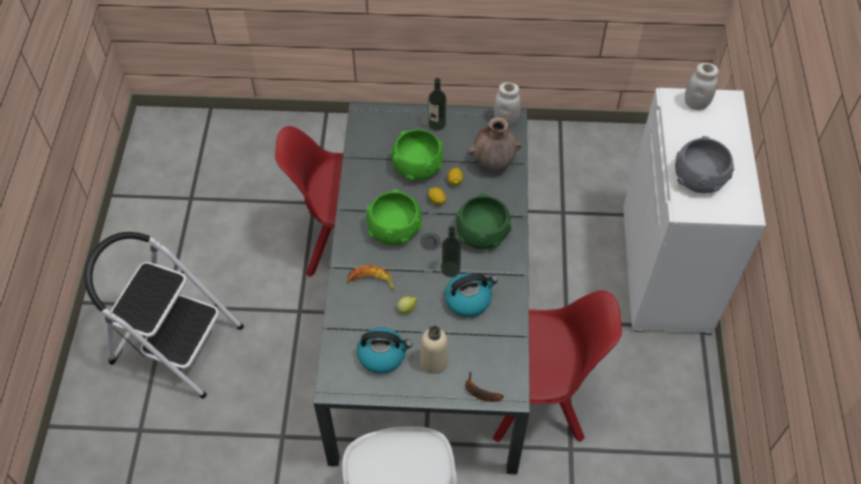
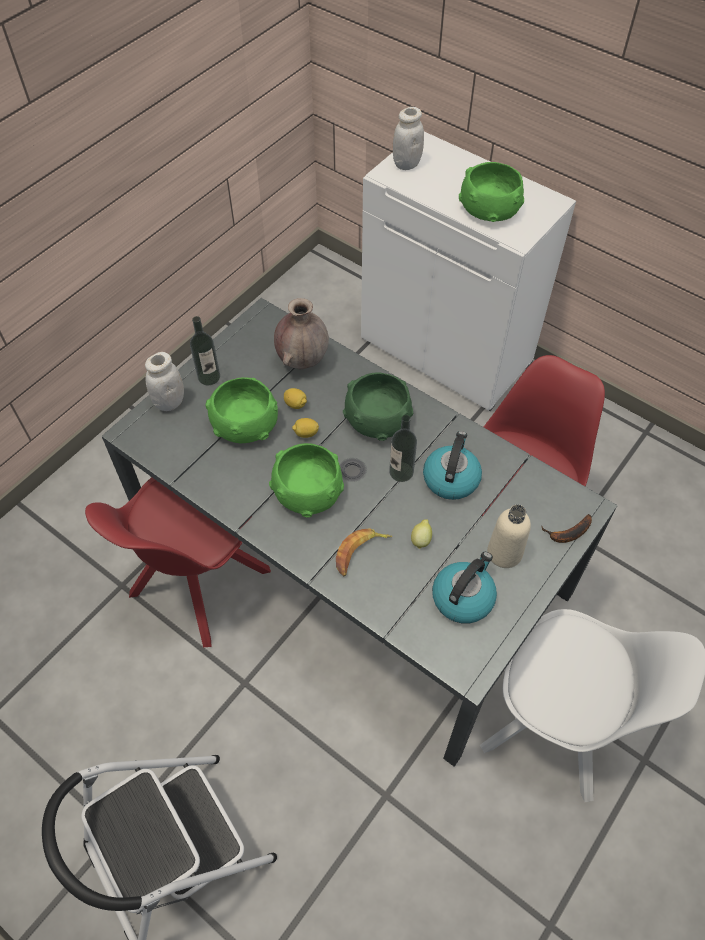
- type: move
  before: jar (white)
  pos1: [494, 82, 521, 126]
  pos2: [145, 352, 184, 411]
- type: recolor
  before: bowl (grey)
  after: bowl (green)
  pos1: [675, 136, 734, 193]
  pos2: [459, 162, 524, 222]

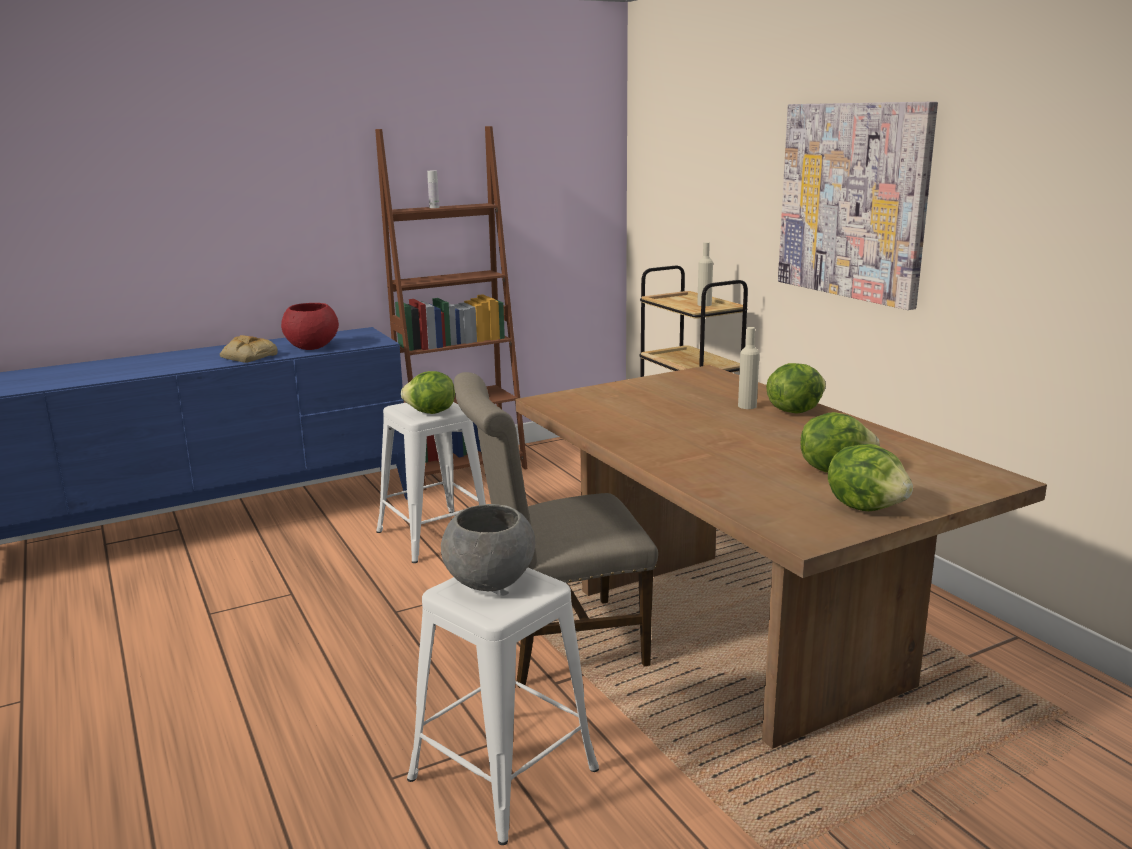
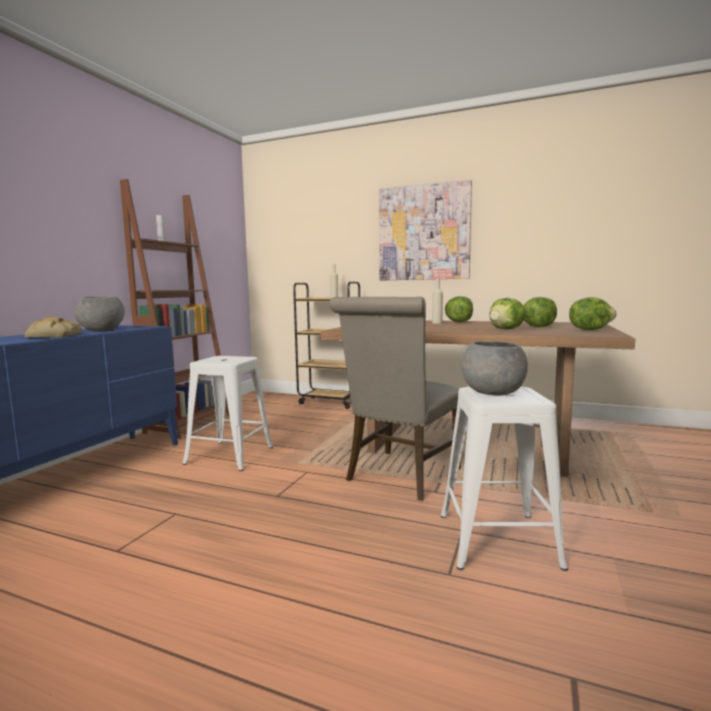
- type: recolor
  before: bowl (red)
  after: bowl (grey)
  pos1: [281, 303, 339, 350]
  pos2: [74, 296, 125, 332]
- type: move
  before: lettuce
  pos1: [401, 371, 455, 414]
  pos2: [489, 298, 526, 330]

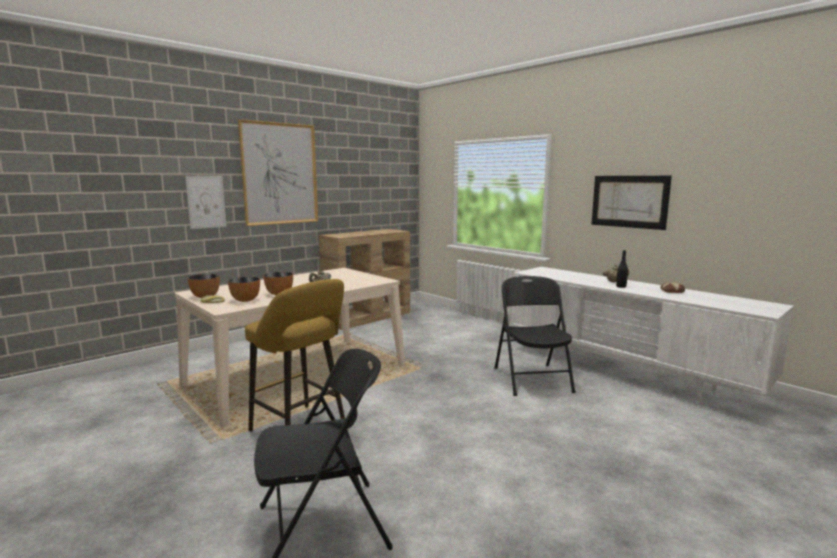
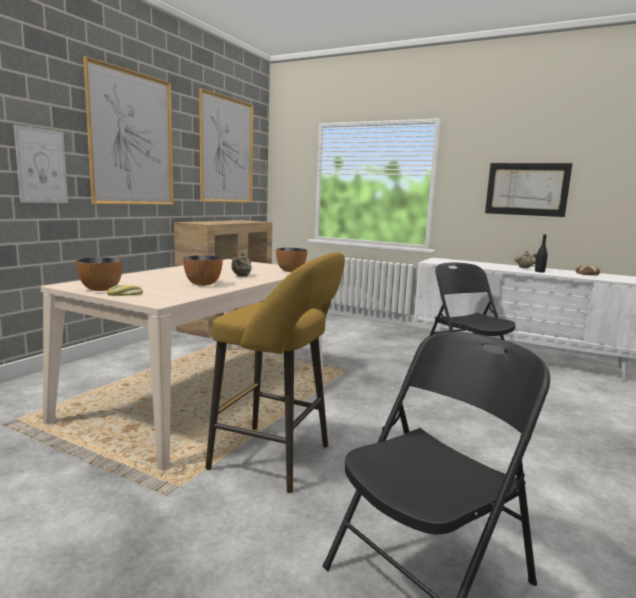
- type: move
  before: bowl
  pos1: [228, 277, 260, 302]
  pos2: [276, 248, 307, 272]
- type: insert
  after: picture
  pos2: [199, 88, 254, 203]

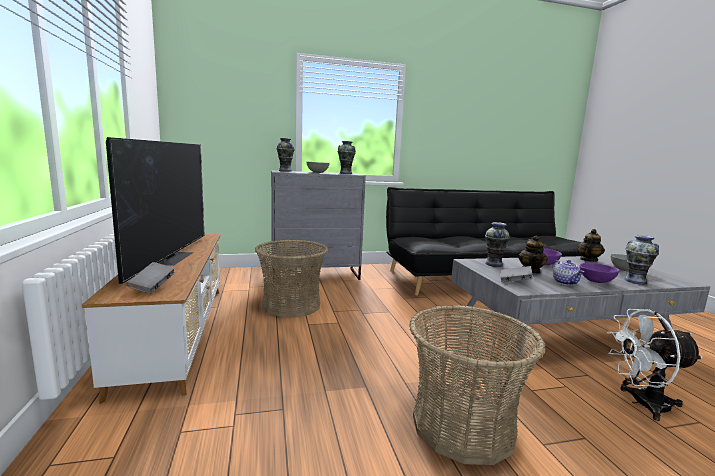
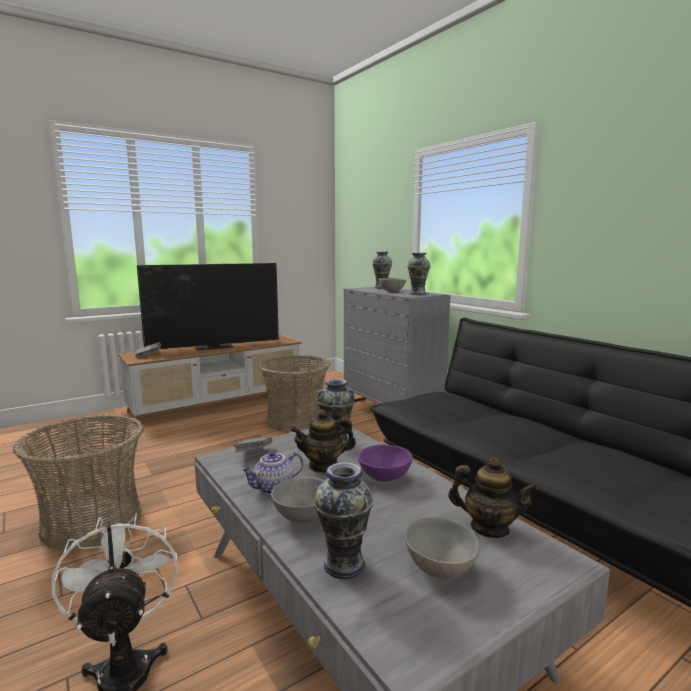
- type: recolor
  before: bowl (purple)
  after: bowl (grey)
  pos1: [579, 263, 619, 283]
  pos2: [271, 477, 324, 523]

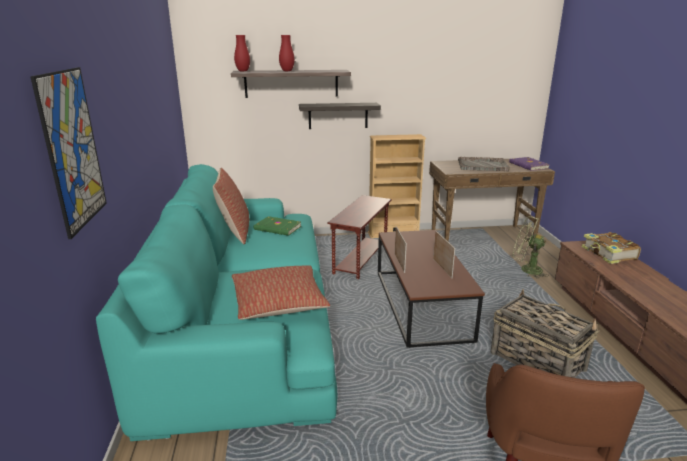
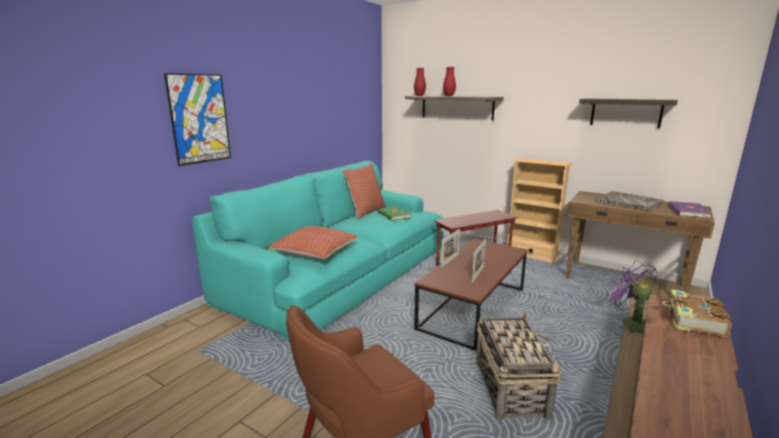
- type: move
  before: shelf
  pos1: [299, 103, 381, 129]
  pos2: [579, 99, 678, 128]
- type: recolor
  before: fan (green)
  after: fan (purple)
  pos1: [513, 216, 548, 278]
  pos2: [607, 261, 657, 334]

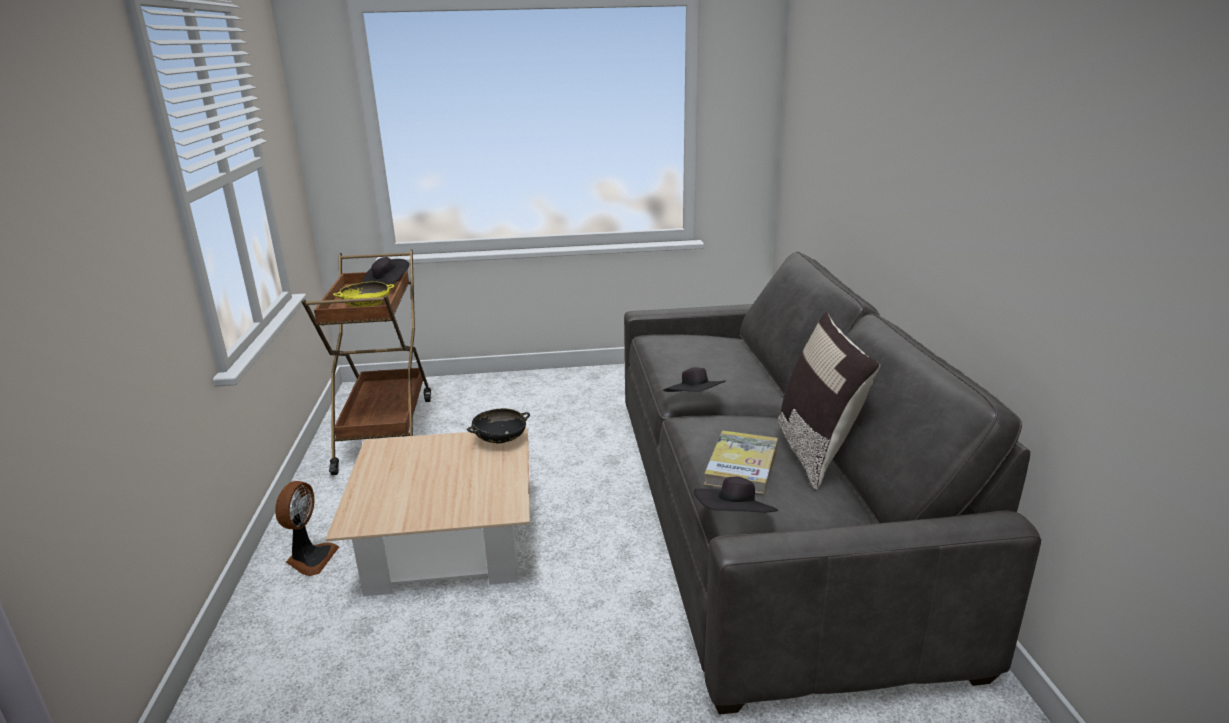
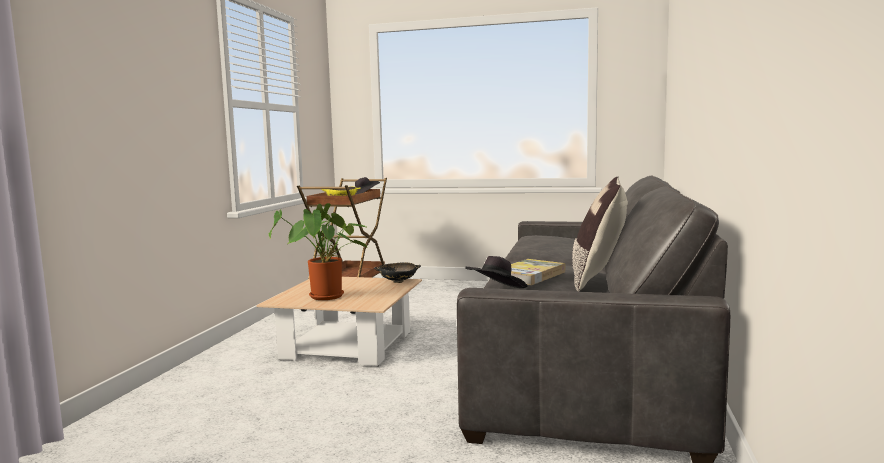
- type: delete
  before: hat (black)
  pos1: [663, 367, 726, 392]
- type: delete
  before: fan
  pos1: [275, 481, 339, 576]
- type: insert
  after: potted plant
  pos2: [269, 203, 369, 300]

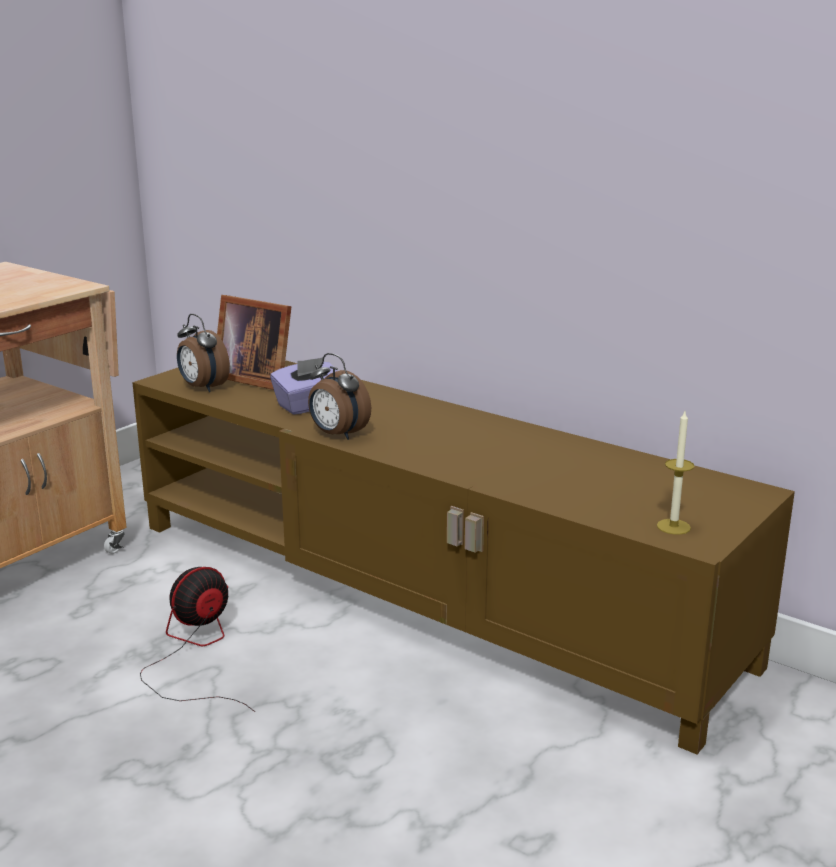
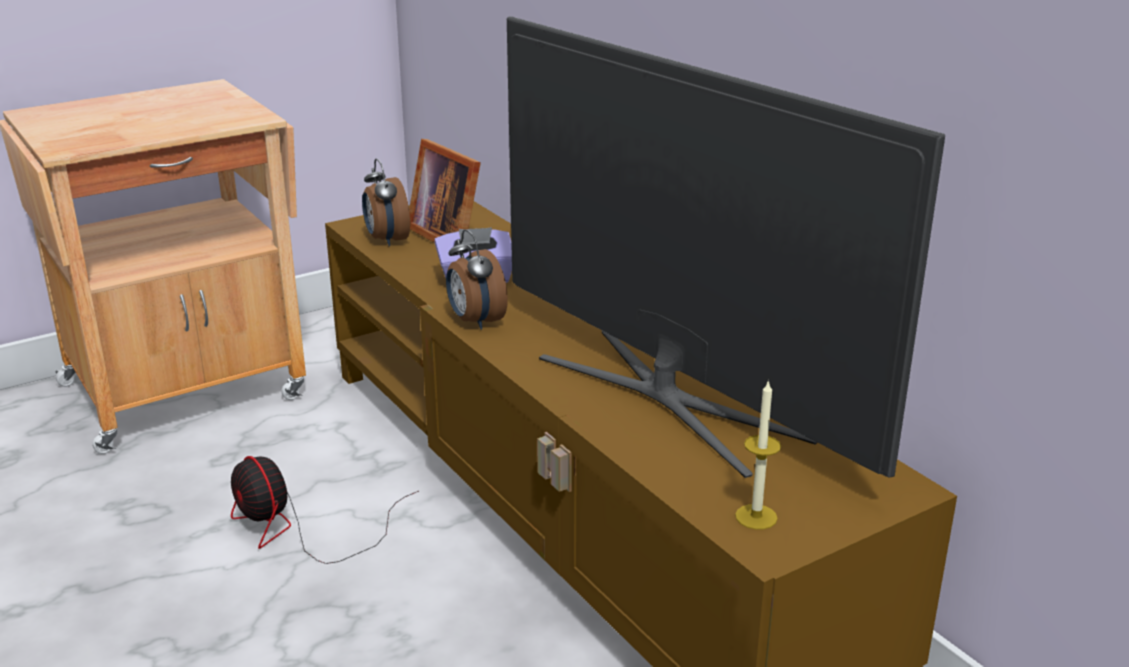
- type: rotate
  before: fan
  pos1: [140, 567, 255, 712]
  pos2: [231, 456, 419, 564]
  turn: -105
- type: insert
  after: television
  pos2: [507, 16, 945, 478]

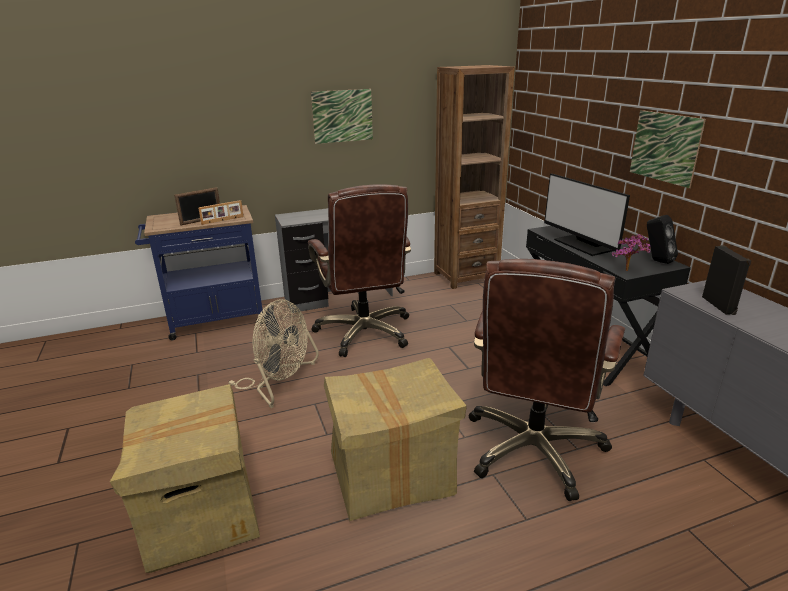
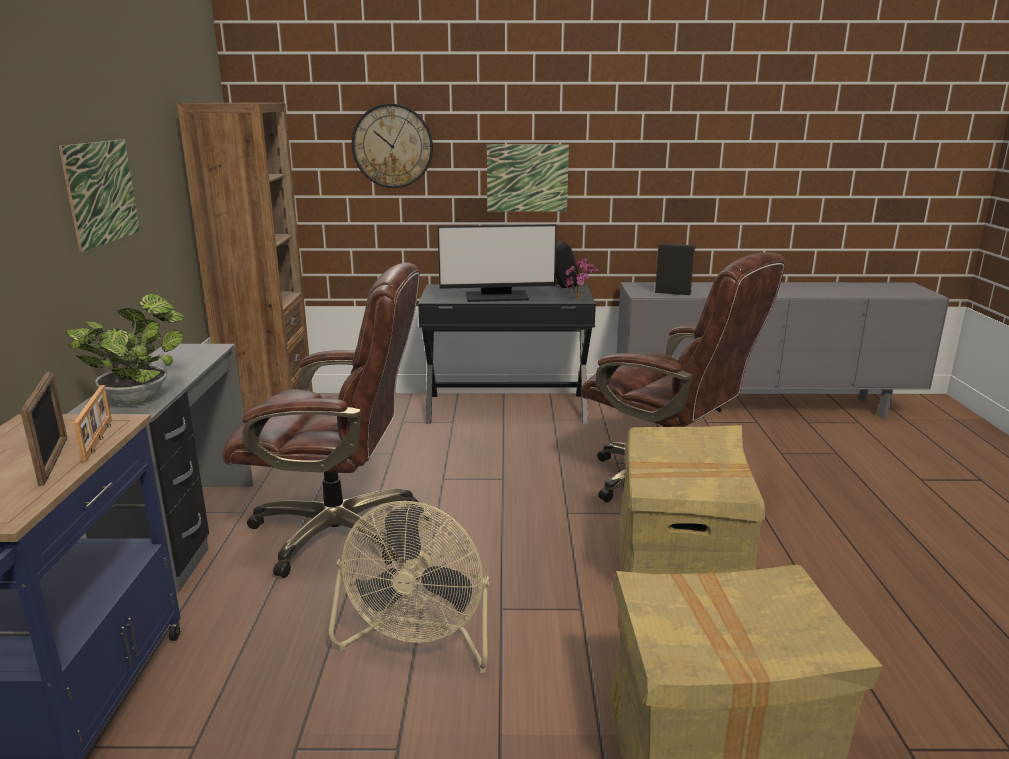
- type: rotate
  before: fan (beige)
  pos1: [229, 299, 319, 408]
  pos2: [328, 500, 489, 674]
  turn: 150
- type: insert
  after: wall clock
  pos2: [352, 103, 433, 188]
- type: insert
  after: potted plant
  pos2: [67, 294, 185, 405]

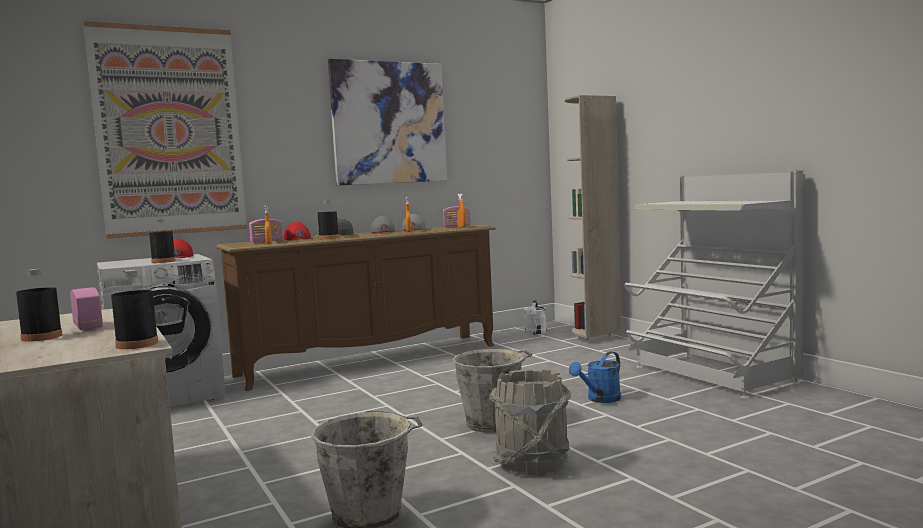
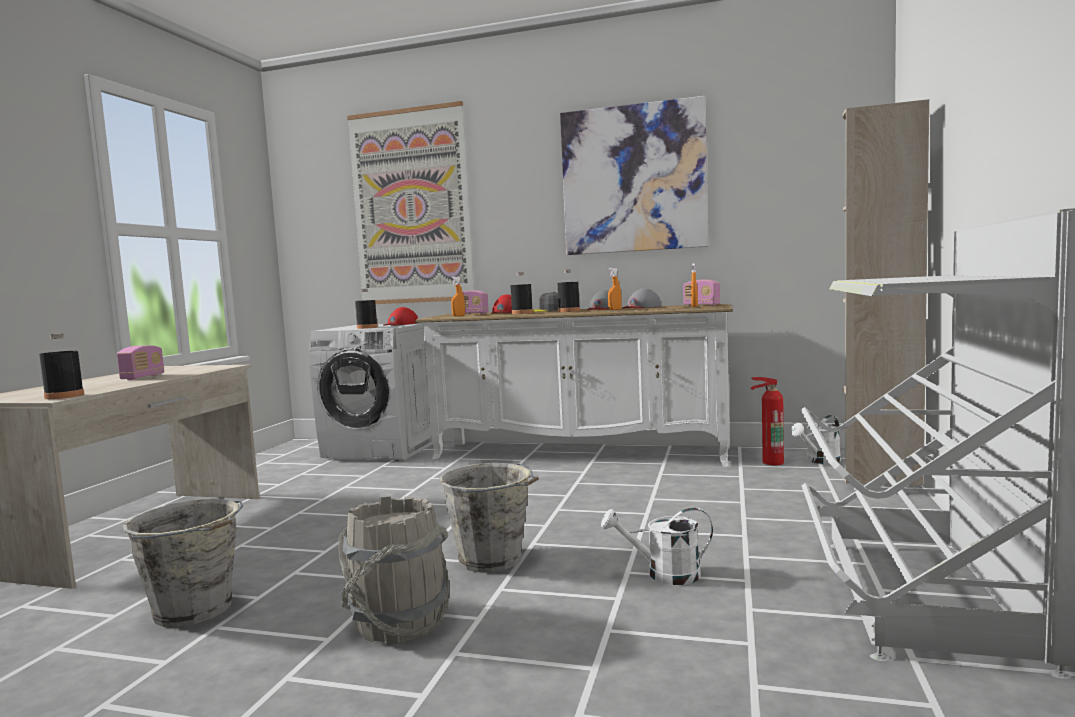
- type: recolor
  before: cabinet (brown)
  after: cabinet (white)
  pos1: [216, 225, 496, 391]
  pos2: [415, 304, 733, 467]
- type: move
  before: bottle (black)
  pos1: [16, 269, 63, 342]
  pos2: [558, 269, 580, 312]
- type: recolor
  before: watering can (blue)
  after: watering can (white)
  pos1: [569, 352, 621, 403]
  pos2: [601, 508, 713, 585]
- type: insert
  after: fire extinguisher
  pos2: [750, 377, 784, 465]

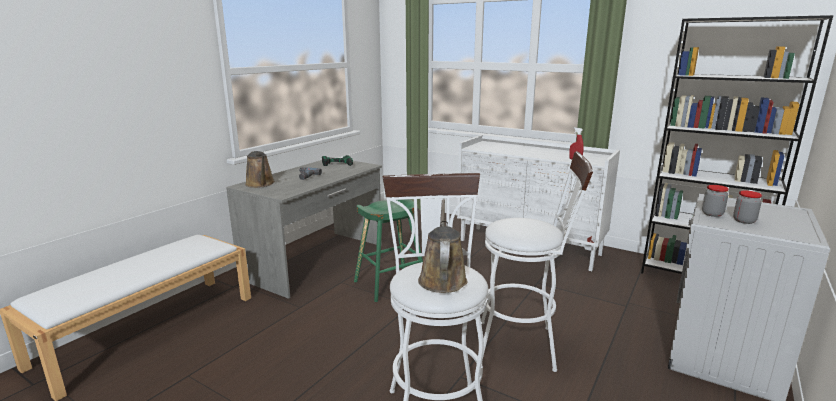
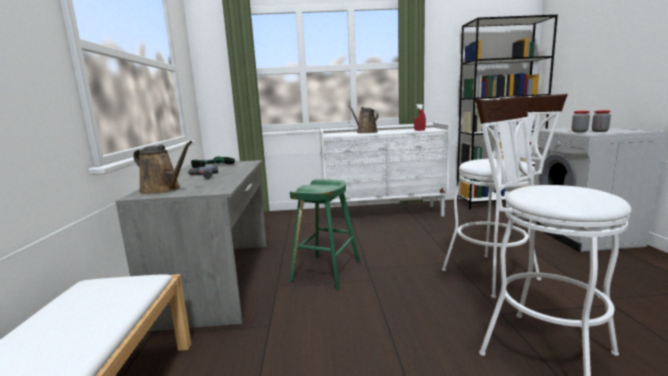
- type: move
  before: watering can (brown)
  pos1: [418, 199, 467, 293]
  pos2: [349, 105, 379, 133]

